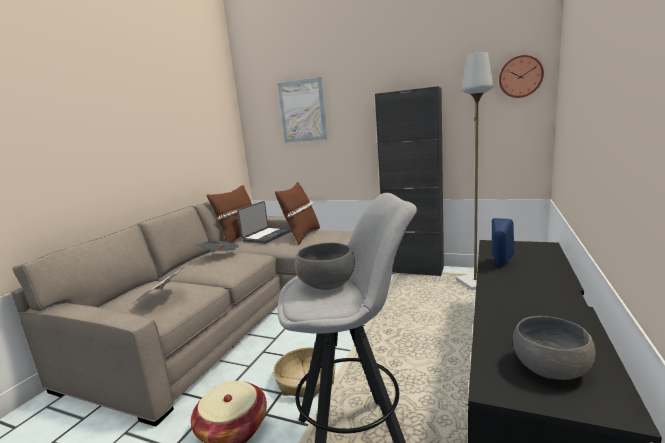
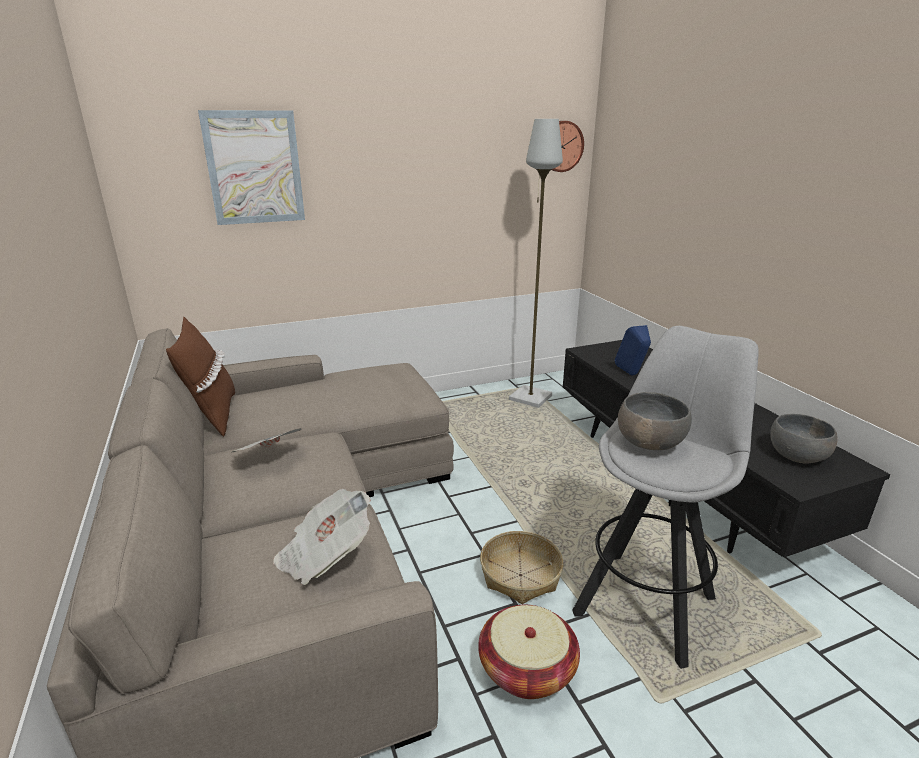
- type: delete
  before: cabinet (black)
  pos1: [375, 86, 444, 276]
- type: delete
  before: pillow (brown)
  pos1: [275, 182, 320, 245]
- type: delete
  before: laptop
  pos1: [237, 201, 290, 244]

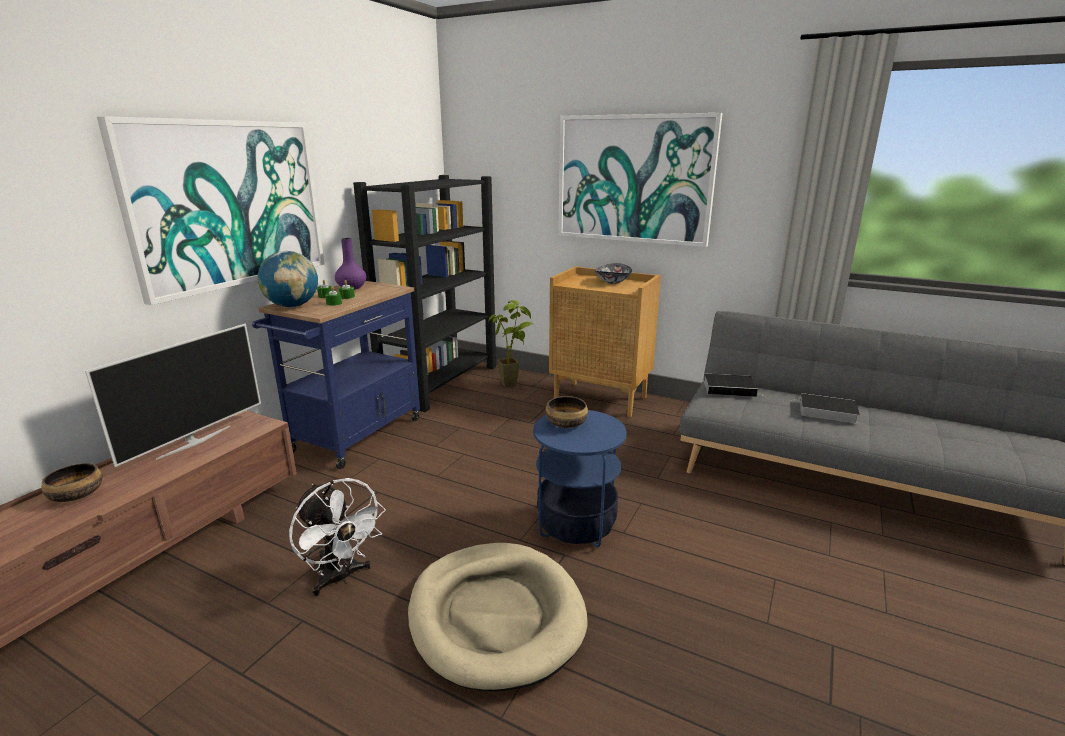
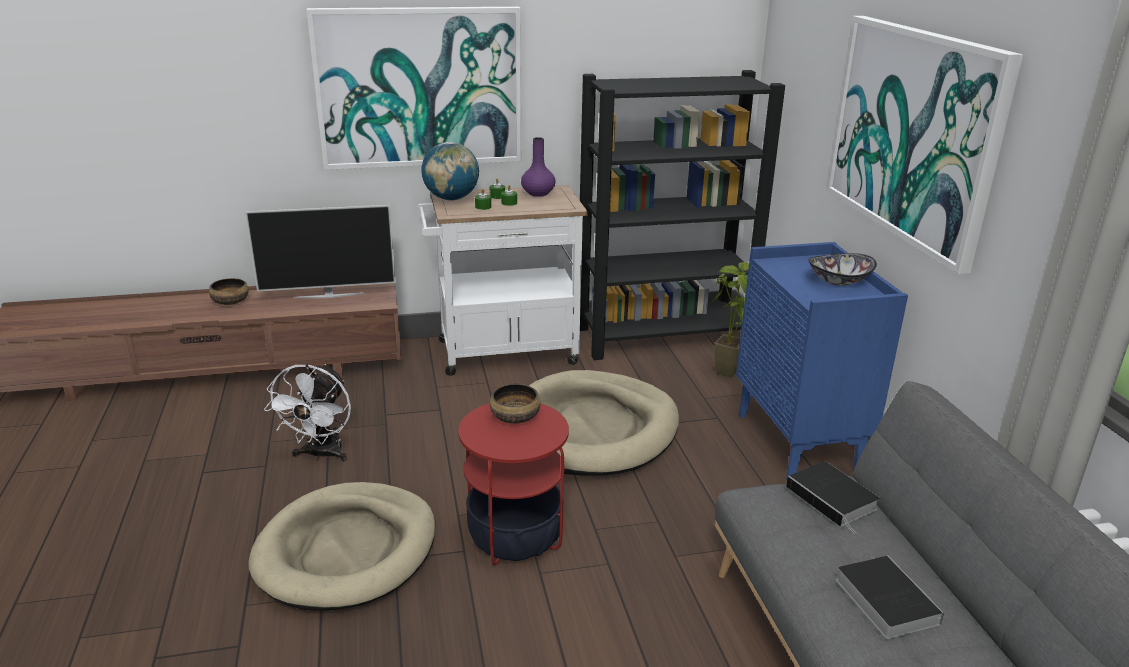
- type: recolor
  before: cabinet (brown)
  after: cabinet (blue)
  pos1: [549, 266, 661, 417]
  pos2: [736, 242, 908, 480]
- type: recolor
  before: cart (blue)
  after: cart (white)
  pos1: [252, 281, 420, 469]
  pos2: [417, 185, 588, 376]
- type: recolor
  before: side table (blue)
  after: side table (red)
  pos1: [533, 410, 627, 547]
  pos2: [458, 403, 569, 565]
- type: insert
  after: dog bed (beige)
  pos2: [529, 370, 679, 476]

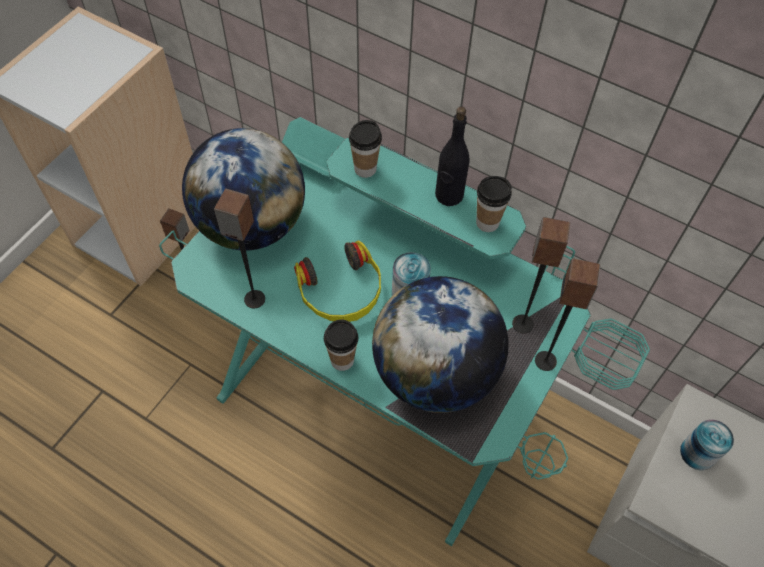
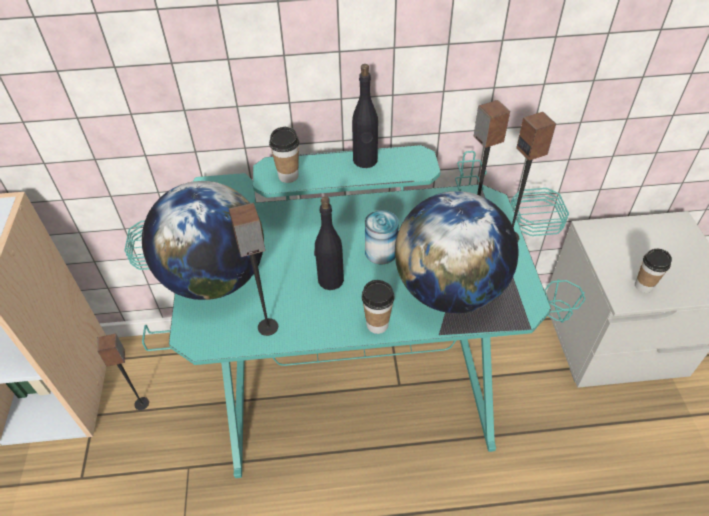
- type: move
  before: cup
  pos1: [476, 176, 512, 232]
  pos2: [635, 249, 672, 293]
- type: replace
  before: headphones
  after: bottle (black)
  pos1: [294, 241, 381, 322]
  pos2: [314, 196, 344, 290]
- type: delete
  before: can
  pos1: [680, 419, 734, 470]

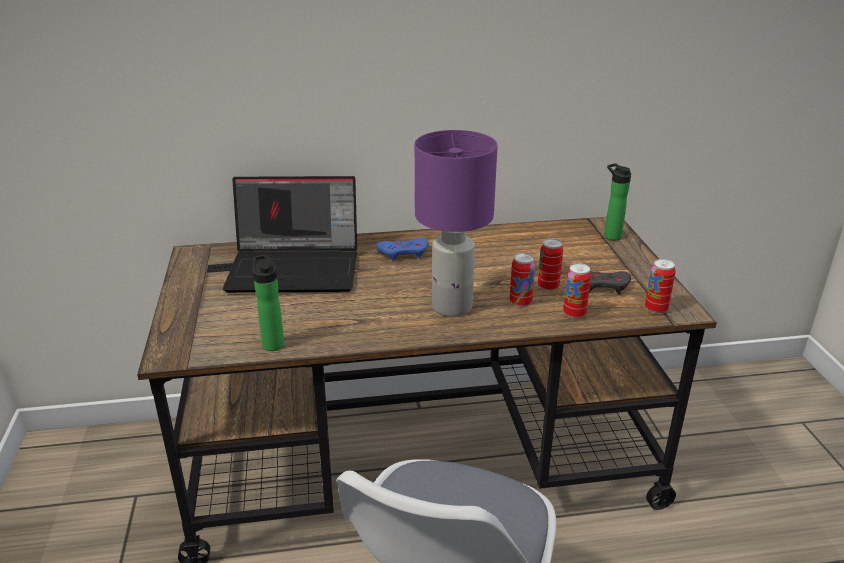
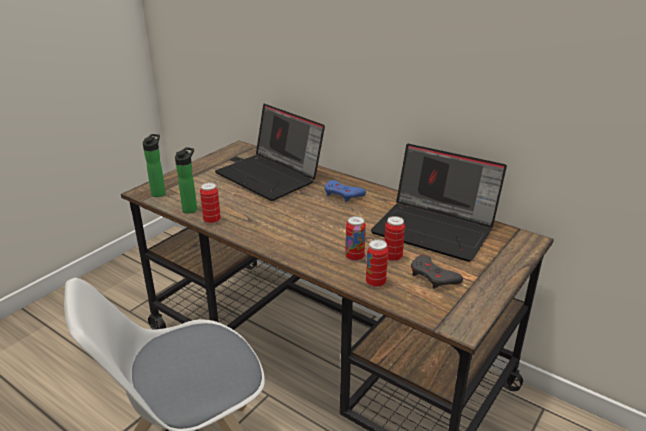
- type: delete
  before: table lamp (purple)
  pos1: [415, 130, 498, 317]
- type: move
  before: bottle
  pos1: [605, 163, 631, 240]
  pos2: [143, 134, 166, 197]
- type: move
  before: can
  pos1: [645, 259, 676, 314]
  pos2: [200, 183, 221, 224]
- type: insert
  after: laptop
  pos2: [371, 144, 507, 262]

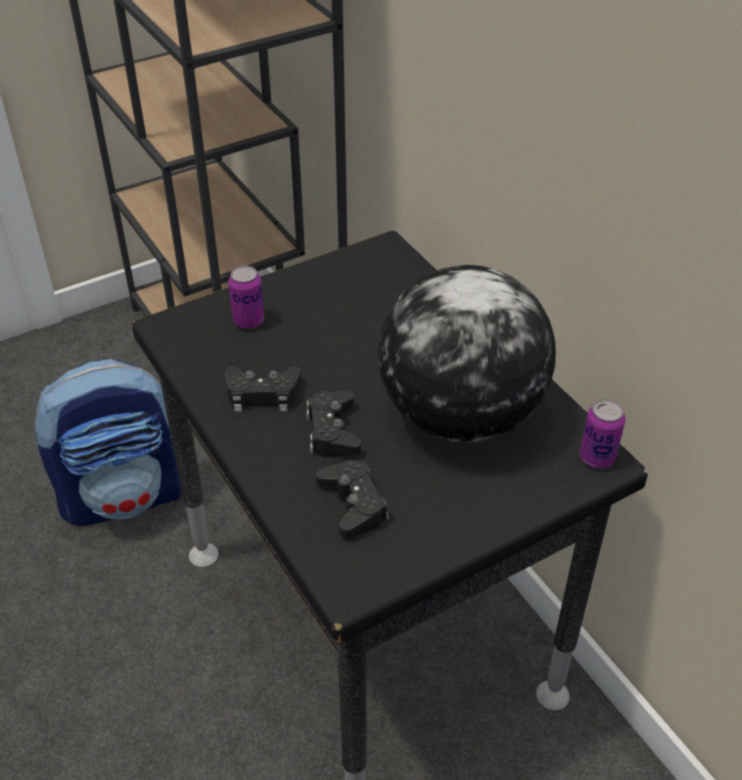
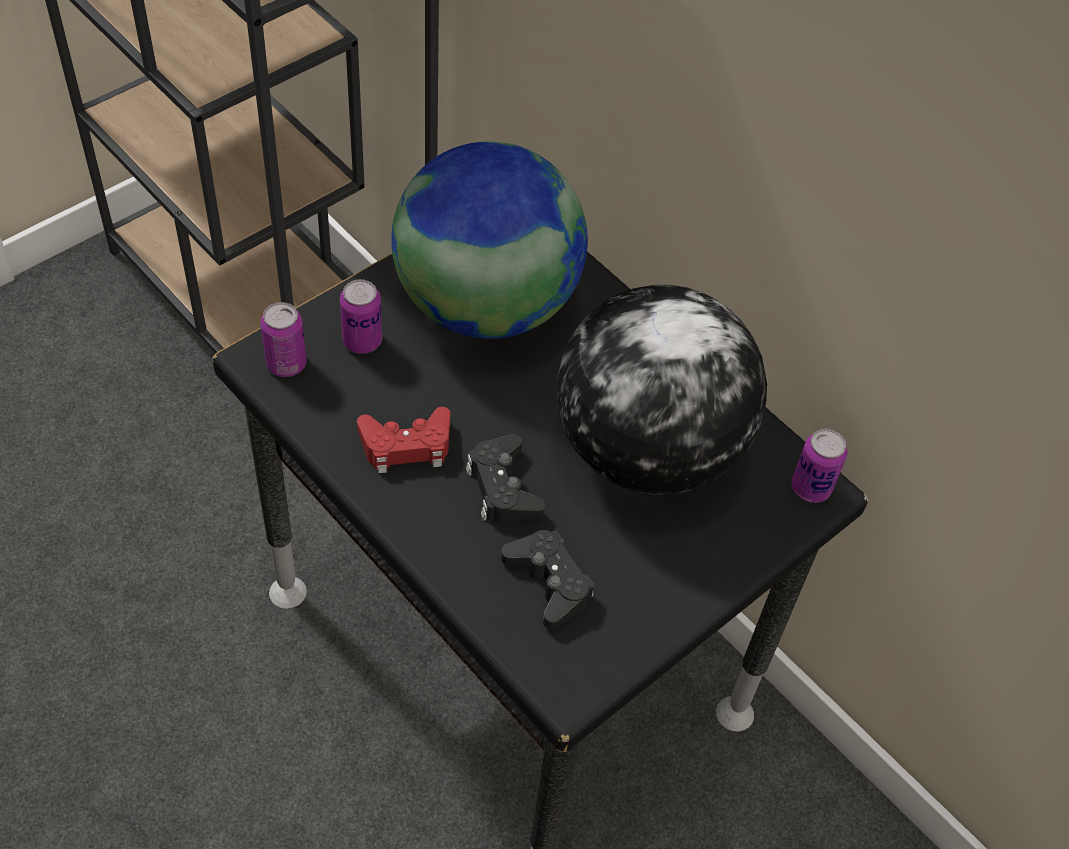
- type: delete
  before: backpack
  pos1: [34, 359, 182, 526]
- type: recolor
  before: game controller (black)
  after: game controller (red)
  pos1: [225, 366, 302, 412]
  pos2: [357, 407, 450, 473]
- type: insert
  after: globe
  pos2: [391, 141, 588, 339]
- type: insert
  after: can
  pos2: [260, 302, 307, 377]

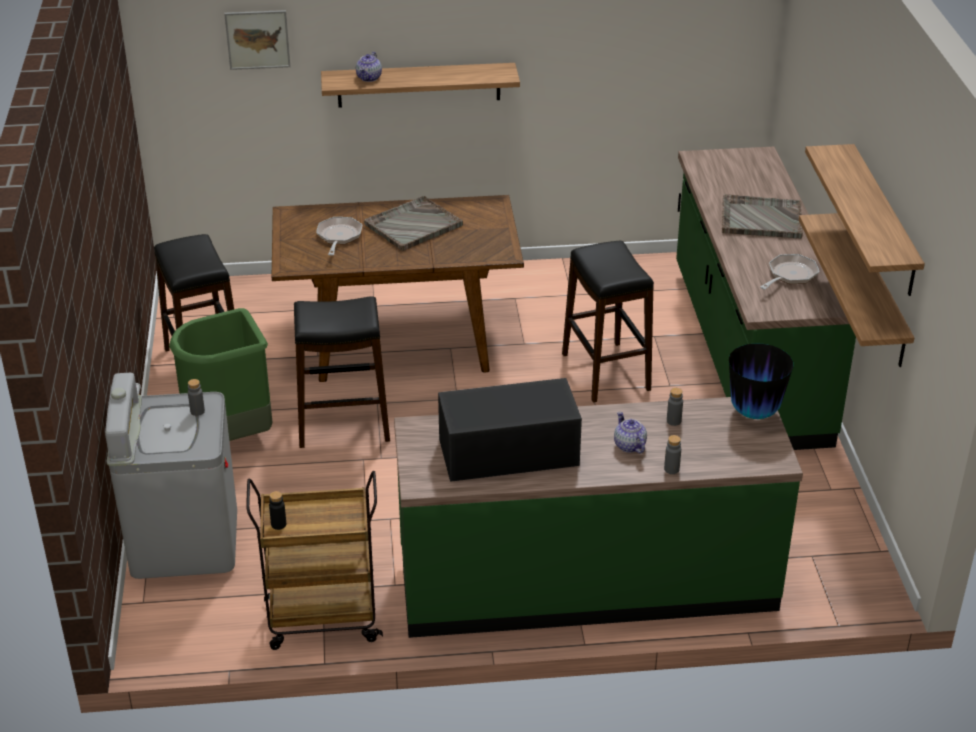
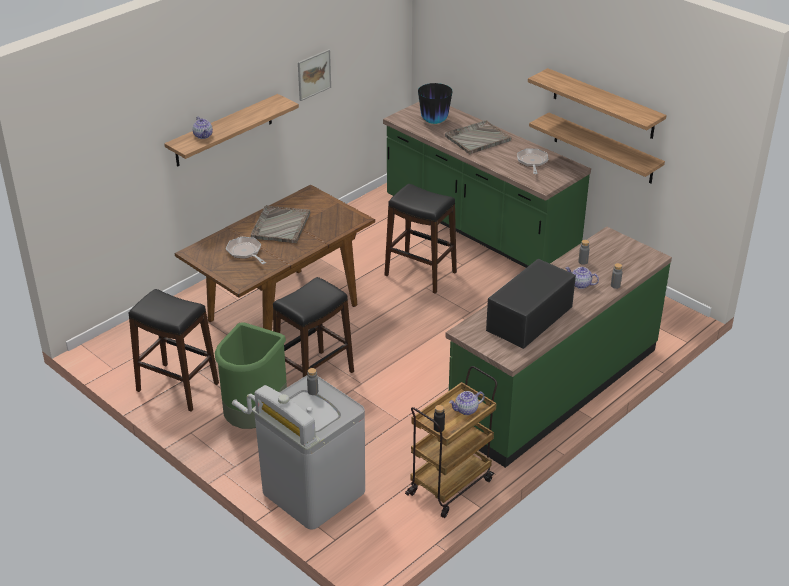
- type: move
  before: picture
  pos1: [224, 10, 290, 70]
  pos2: [298, 49, 331, 101]
- type: move
  before: vase
  pos1: [729, 343, 793, 419]
  pos2: [418, 83, 453, 124]
- type: insert
  after: teapot
  pos2: [449, 391, 485, 415]

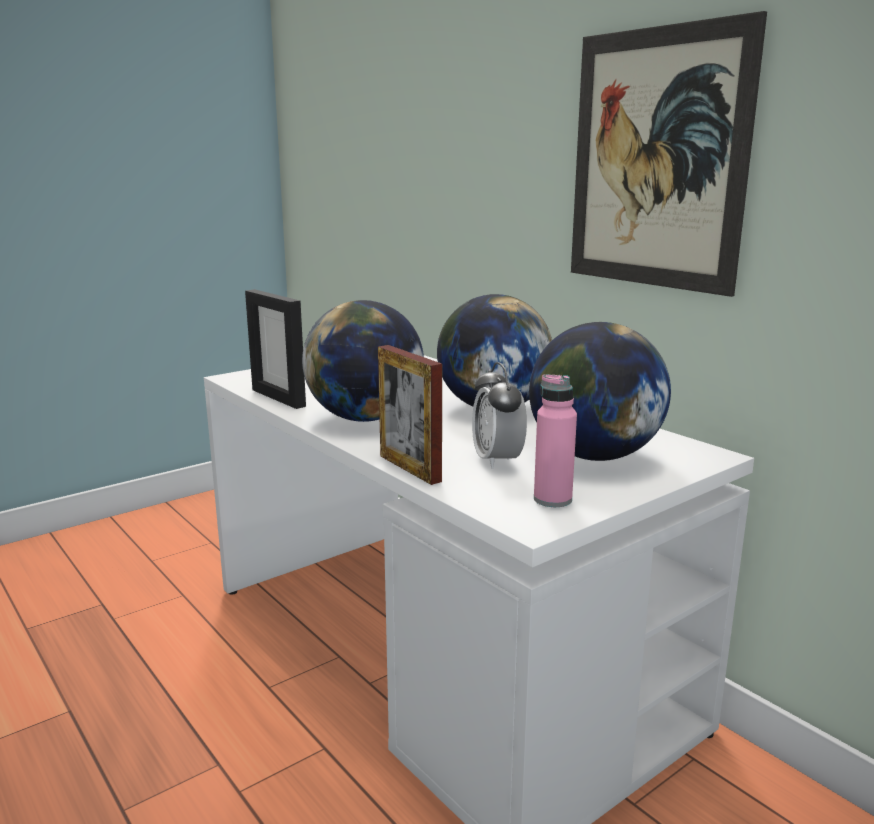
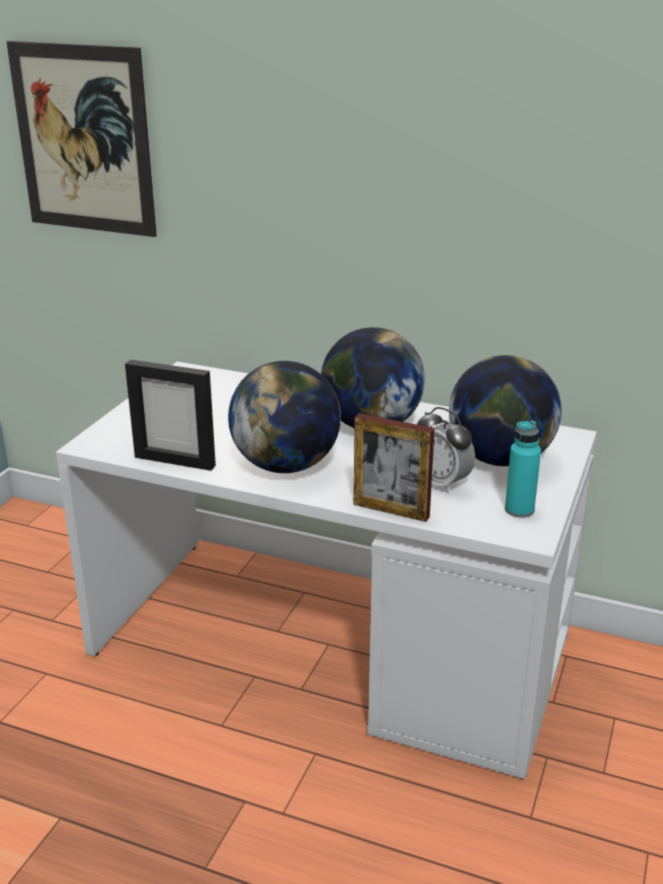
- type: move
  before: picture
  pos1: [571, 11, 767, 297]
  pos2: [6, 41, 157, 237]
- type: recolor
  before: bottle (pink)
  after: bottle (turquoise)
  pos1: [534, 374, 577, 507]
  pos2: [505, 420, 541, 518]

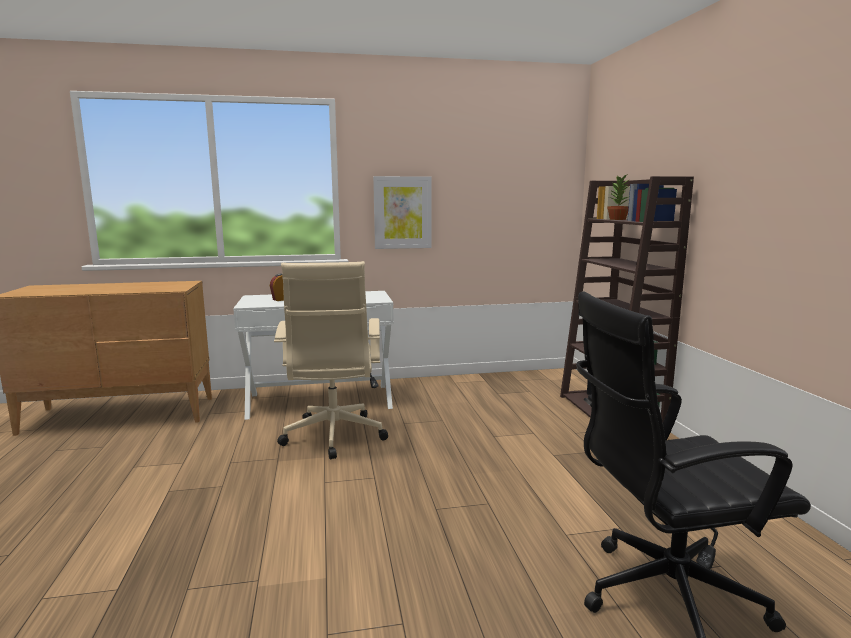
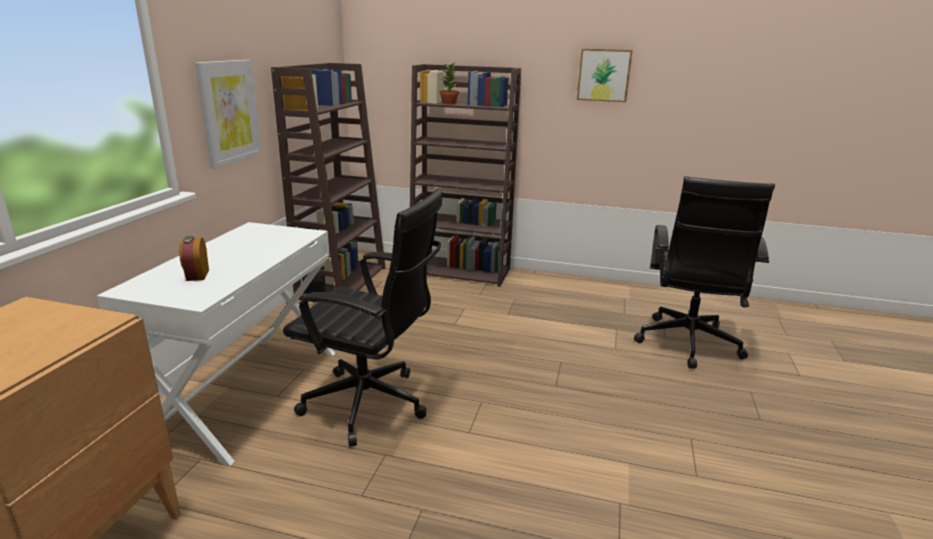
- type: recolor
  before: office chair (beige)
  after: office chair (black)
  pos1: [274, 261, 388, 460]
  pos2: [283, 188, 443, 447]
- type: insert
  after: picture
  pos2: [577, 48, 633, 102]
- type: insert
  after: bookcase (brown)
  pos2: [271, 63, 386, 303]

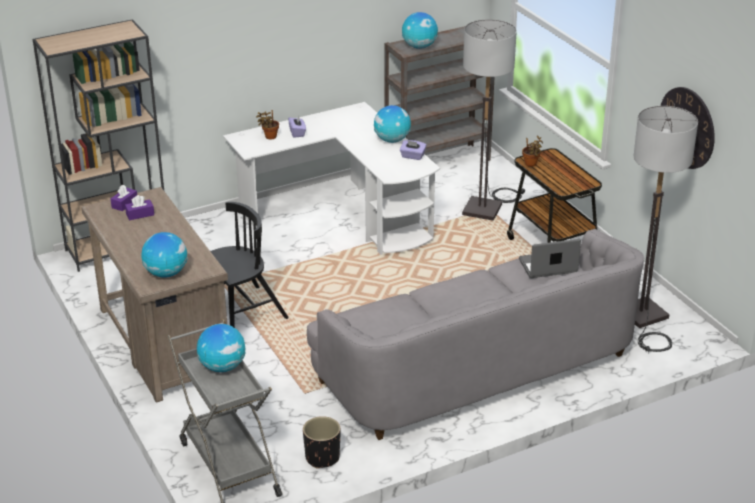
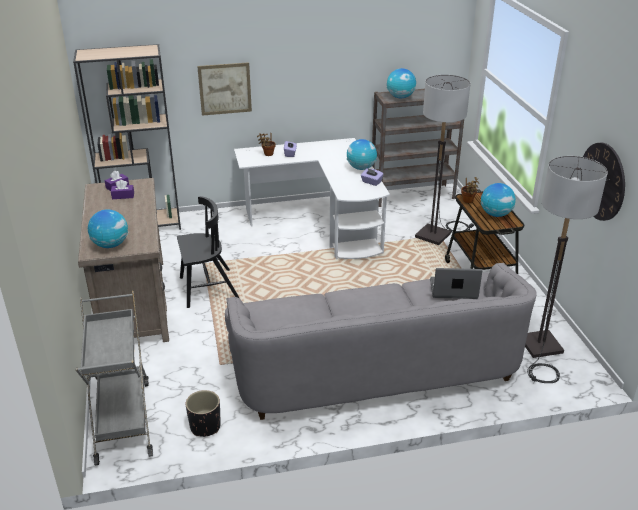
- type: move
  before: globe
  pos1: [197, 324, 246, 372]
  pos2: [481, 183, 516, 217]
- type: insert
  after: picture
  pos2: [197, 62, 252, 116]

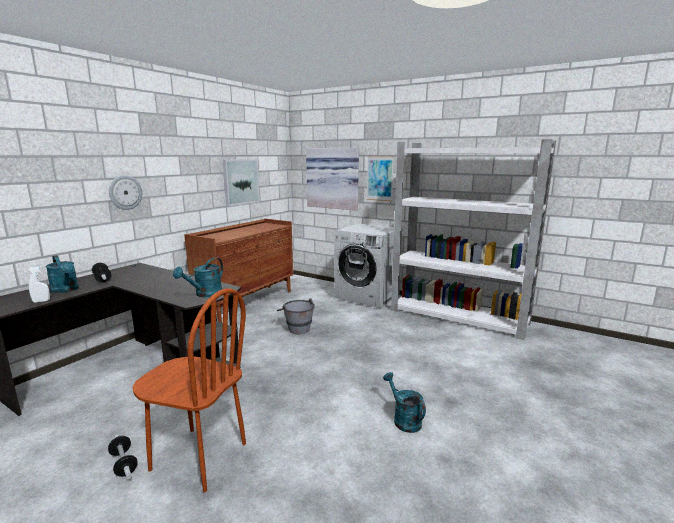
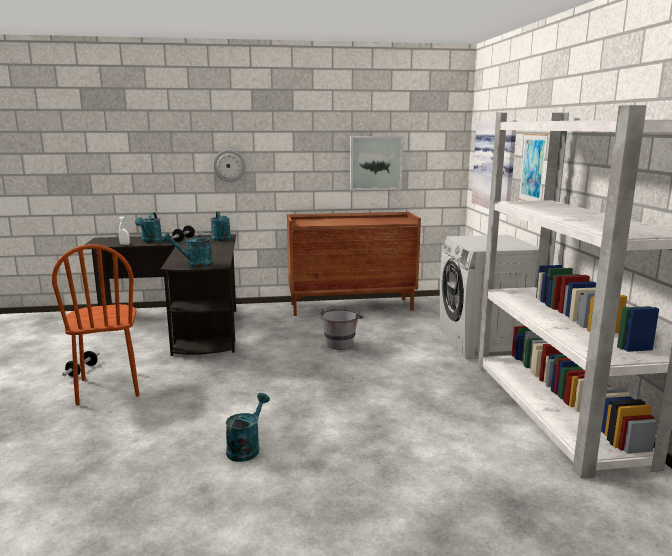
- type: insert
  after: watering can (turquoise)
  pos2: [211, 211, 231, 241]

